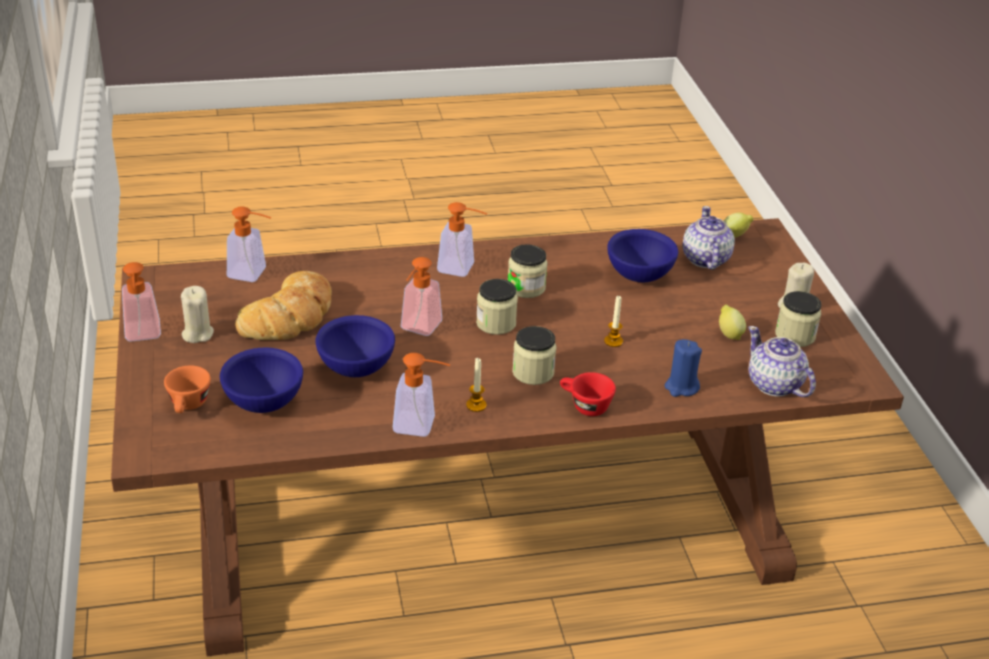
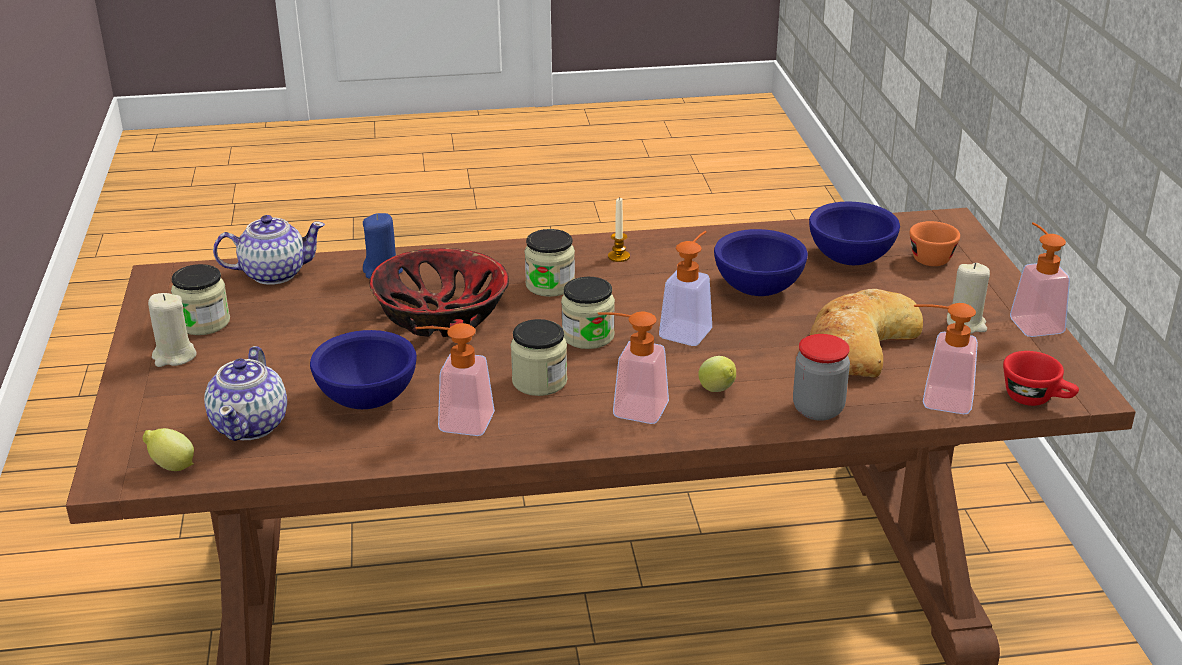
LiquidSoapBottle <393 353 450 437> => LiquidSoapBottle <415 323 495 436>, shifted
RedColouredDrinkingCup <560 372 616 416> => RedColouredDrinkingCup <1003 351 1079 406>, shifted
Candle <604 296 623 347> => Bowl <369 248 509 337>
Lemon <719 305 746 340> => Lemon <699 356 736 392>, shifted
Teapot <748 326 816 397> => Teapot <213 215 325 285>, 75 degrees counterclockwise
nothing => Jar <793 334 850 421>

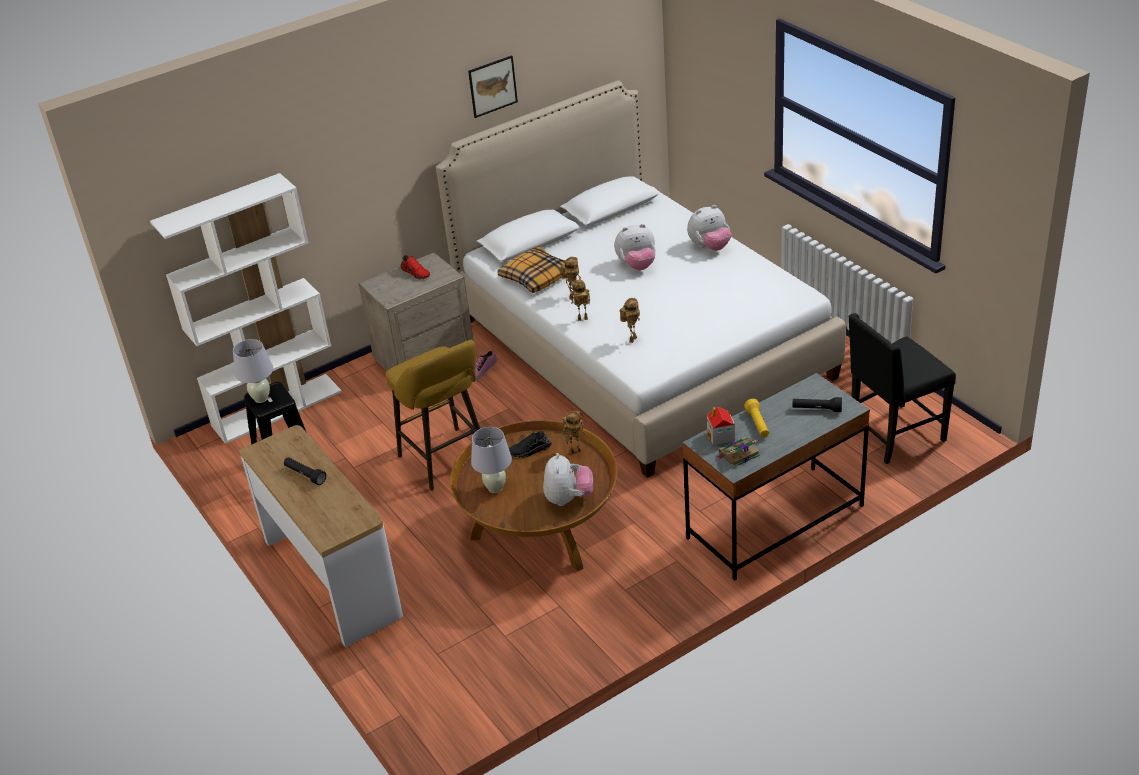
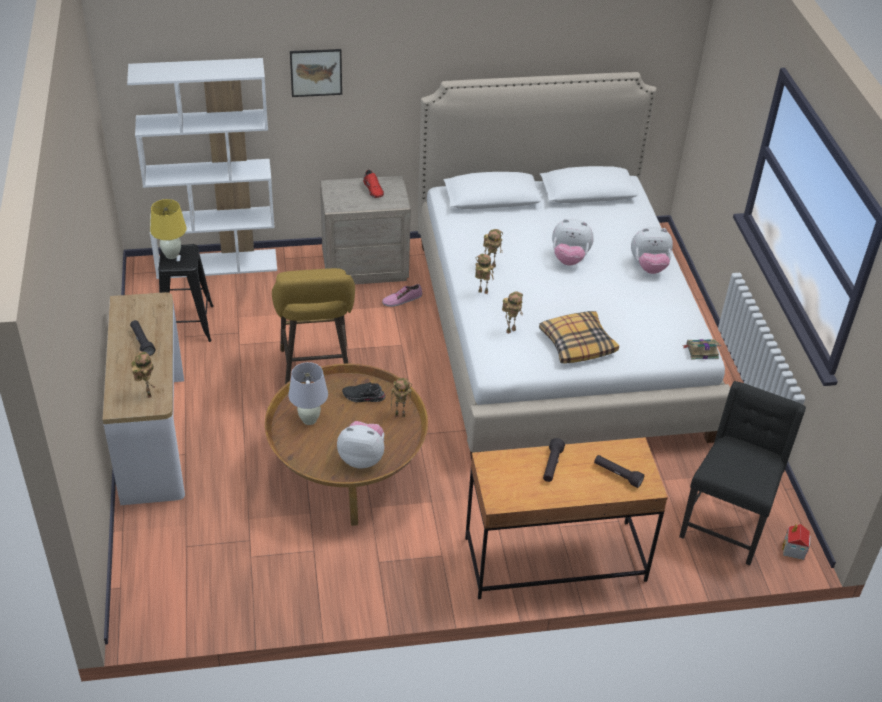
WhitishTabletopLamp <233 339 273 403> => YellowTabletopLamp <150 199 187 259>
WallArt <468 55 518 118> => WallArt <290 49 342 97>, shifted
Cushion <497 246 566 293> => Cushion <539 311 619 364>, shifted
SoftToy <543 453 593 506> => SoftToy <337 421 384 469>, 105 degrees counterclockwise
GreyishDesk <683 373 870 581> => BrownDesk <465 437 668 599>
ModelHouse <707 407 735 445> => ModelHouse <782 524 810 560>, shifted
Book <718 437 760 467> => Book <683 339 721 359>, shifted
YellowHandTorch <744 399 769 437> => BlackColouredHandTorch <543 438 565 482>
BlackColouredPlainChair <848 313 956 464> => BlackColouredPlainChair <679 381 806 565>, 120 degrees clockwise
nothing => ModelRobot <131 351 156 398>

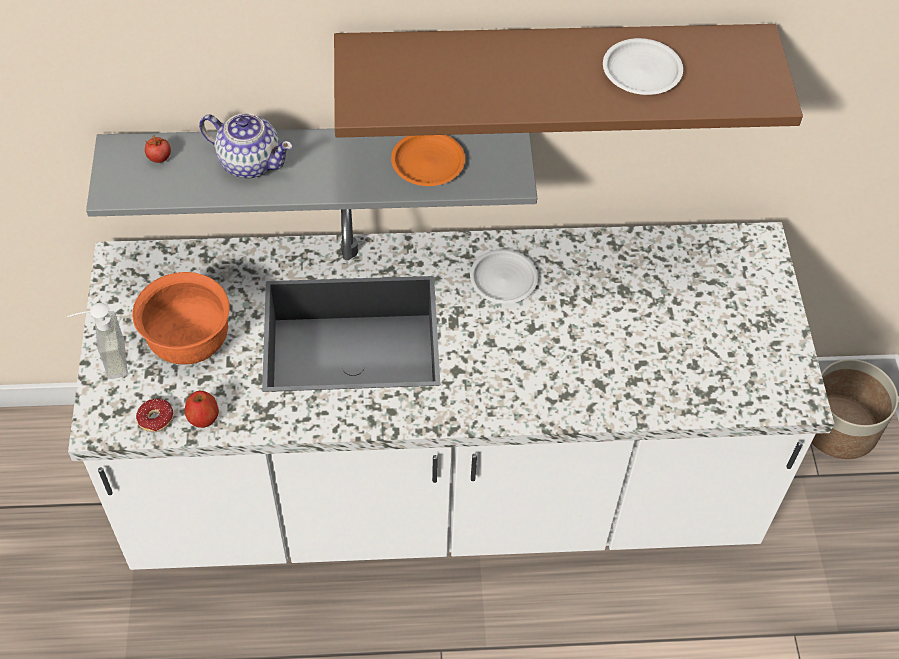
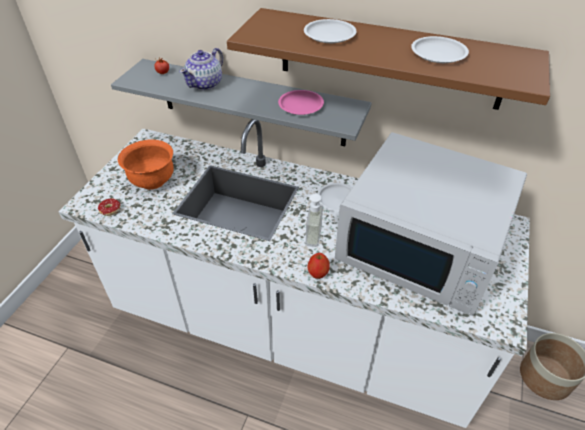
LiquidSoapBottle <67 303 128 379> => LiquidSoapBottle <295 194 323 247>, shifted
AppleFruit <185 391 219 428> => AppleFruit <308 253 330 279>, shifted
Teapot <199 114 293 178> => Teapot <180 48 223 90>, 75 degrees clockwise
OrangeFlatDish <391 135 465 186> => PinkColouredFlatDish <278 90 324 115>
nothing => WhitishFlatDish <304 19 356 43>
nothing => WhitishMicrowave <335 132 527 316>

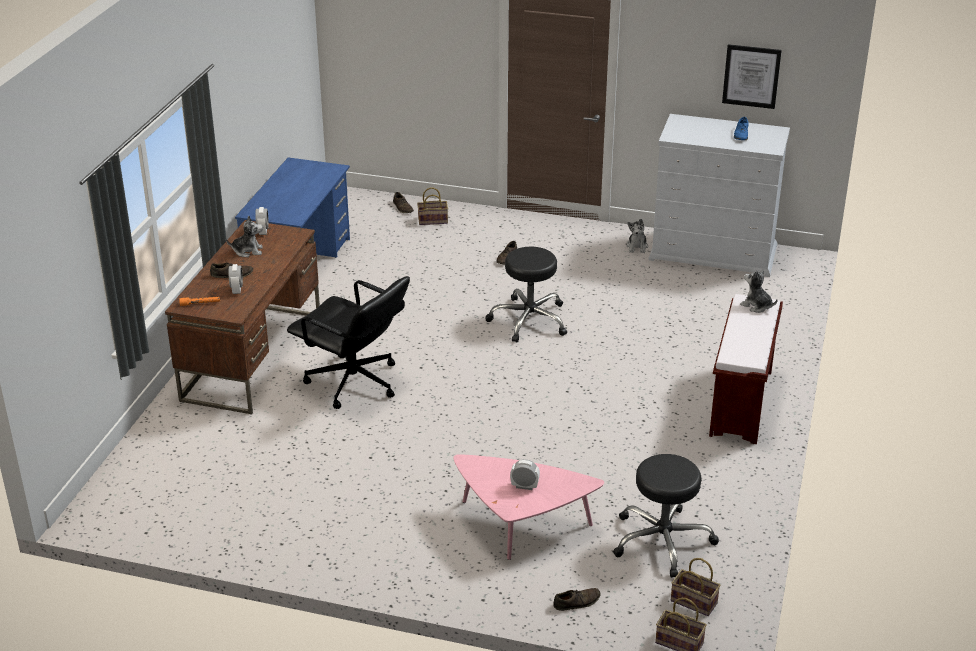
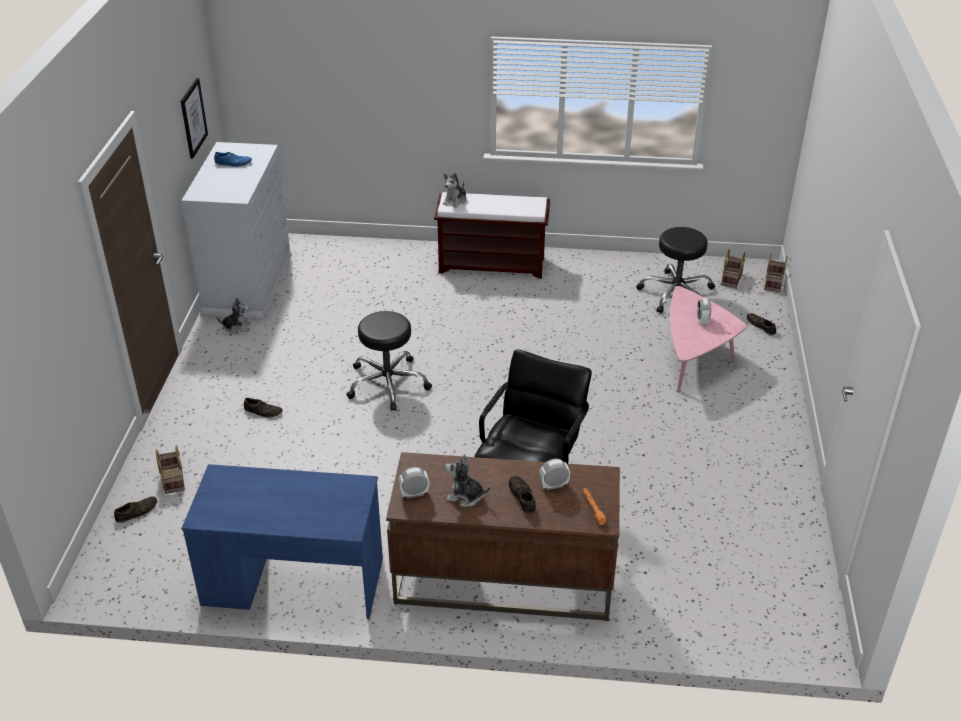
SoftToy <226 215 263 257> => SoftToy <445 454 490 507>, 60 degrees counterclockwise

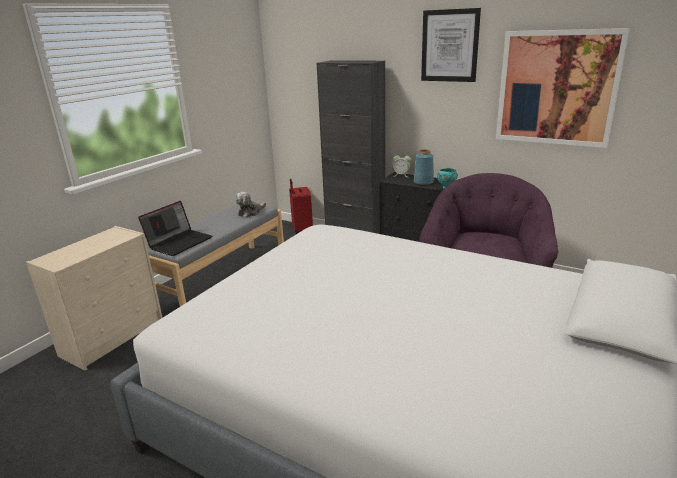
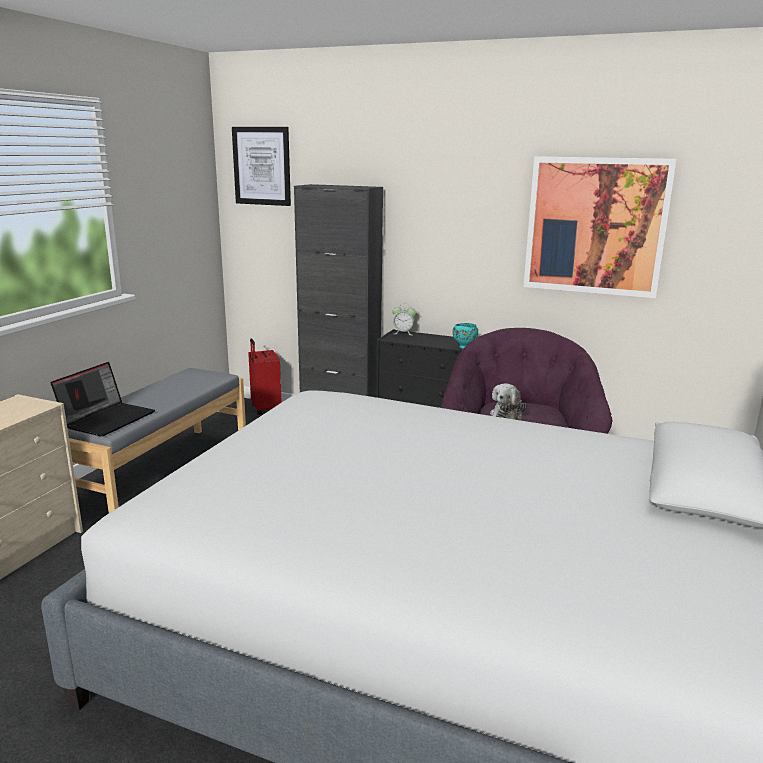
SoftToy <236 192 266 218> => SoftToy <490 383 526 421>, shifted
BlueColouredVase <414 149 434 185> => nothing
WallArt <421 8 481 82> => WallArt <232 127 291 206>, shifted

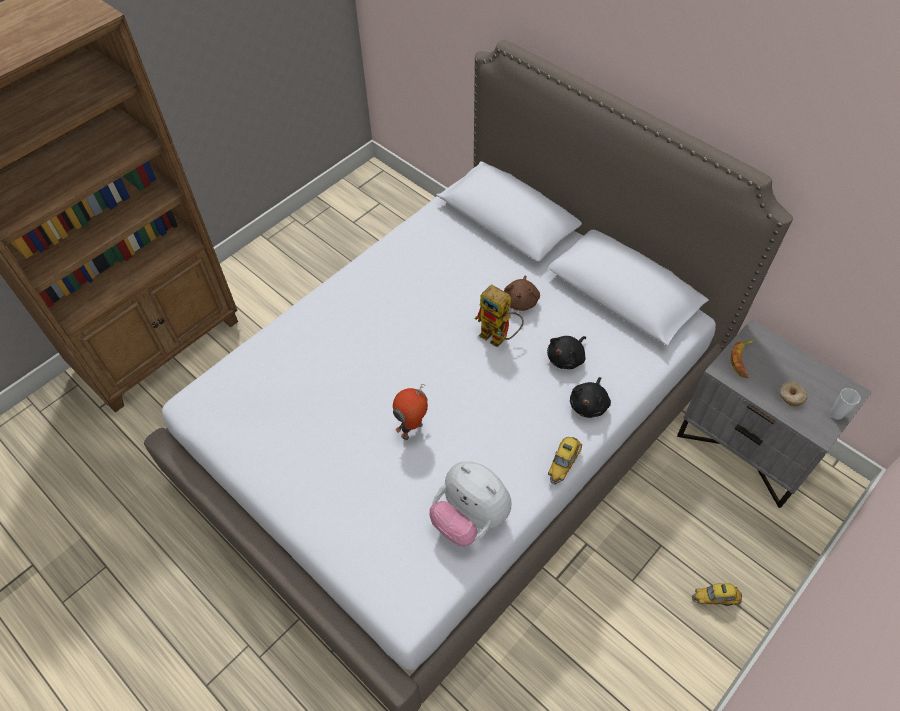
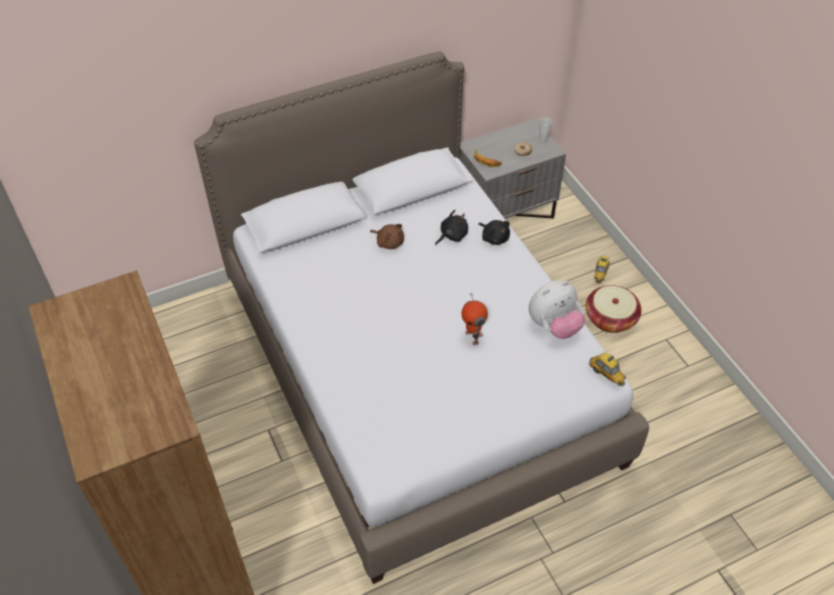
ModelRobot <475 285 524 348> => nothing
BlackColouredSoftToy <547 336 586 369> => BlackColouredSoftToy <435 210 468 245>, 105 degrees counterclockwise
MiniatureCar <548 437 582 485> => MiniatureCar <589 353 626 386>, shifted
nothing => HouseholdBasket <586 285 642 333>

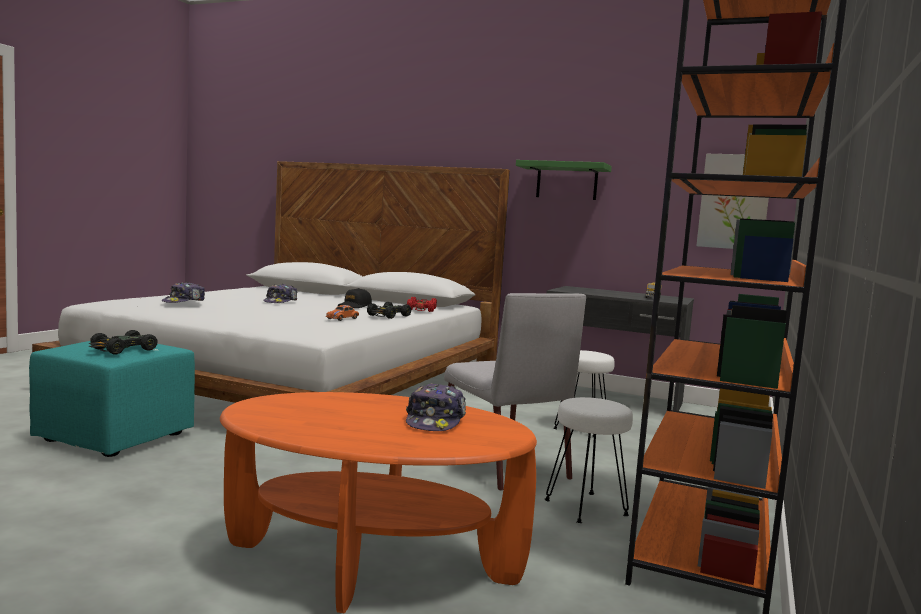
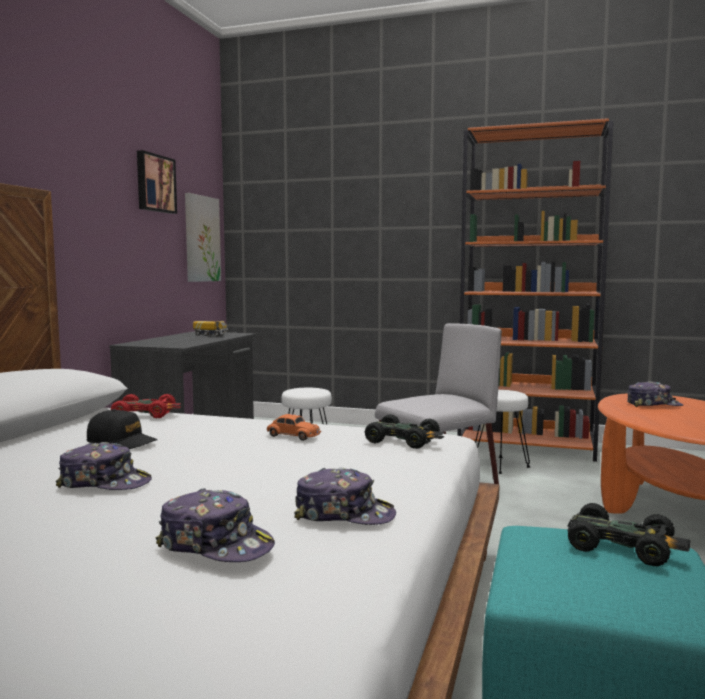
BlackColouredMiniatureCar <367 302 412 319> => BlackColouredMiniatureCar <365 414 444 449>, shifted
GreenishShelf <516 160 612 200> => nothing
nothing => WallArt <137 150 177 214>
nothing => PeakedCap <294 468 396 525>

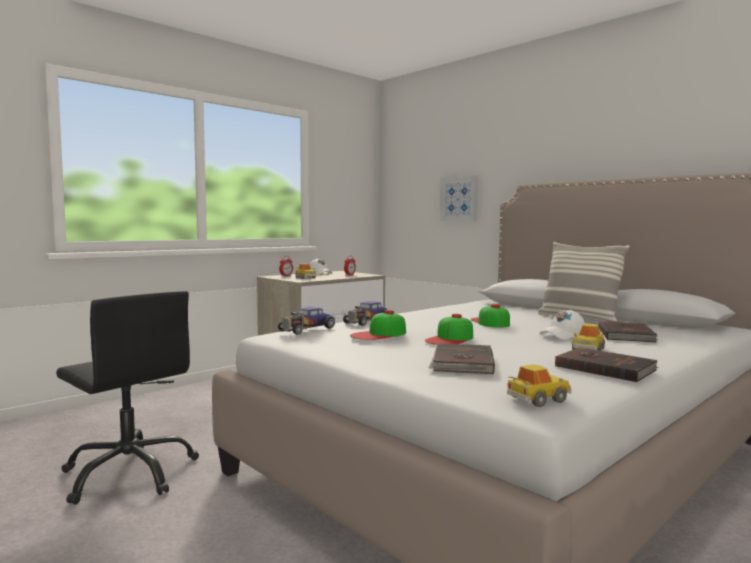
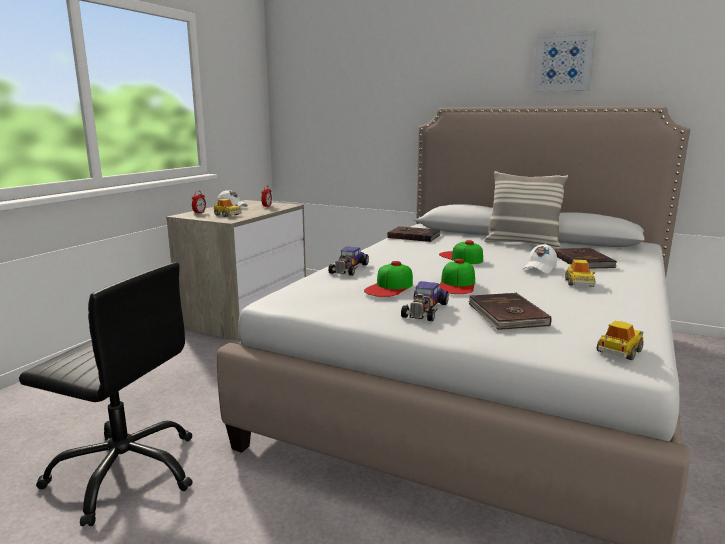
MiniatureCar <278 306 335 335> => MiniatureCar <401 281 449 321>, shifted
WallArt <440 175 478 221> => WallArt <532 31 596 92>, shifted
BrownBook <555 347 659 382> => BrownBook <388 226 441 242>, shifted

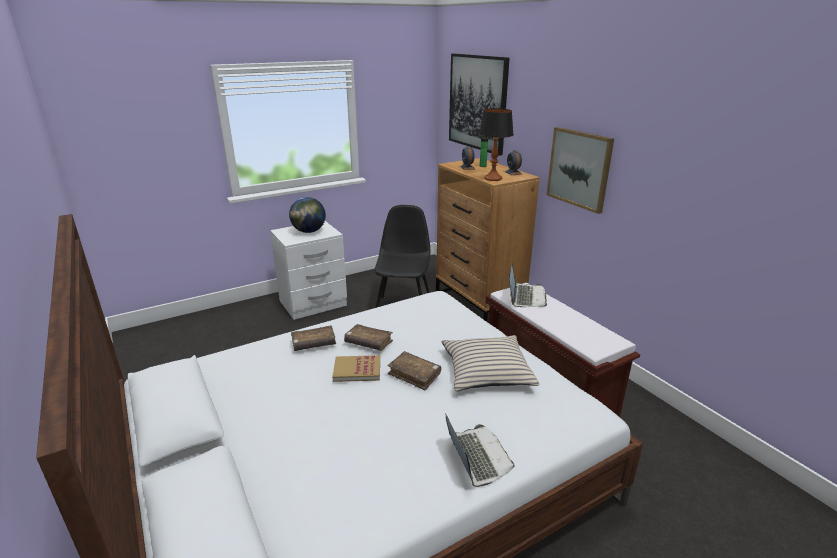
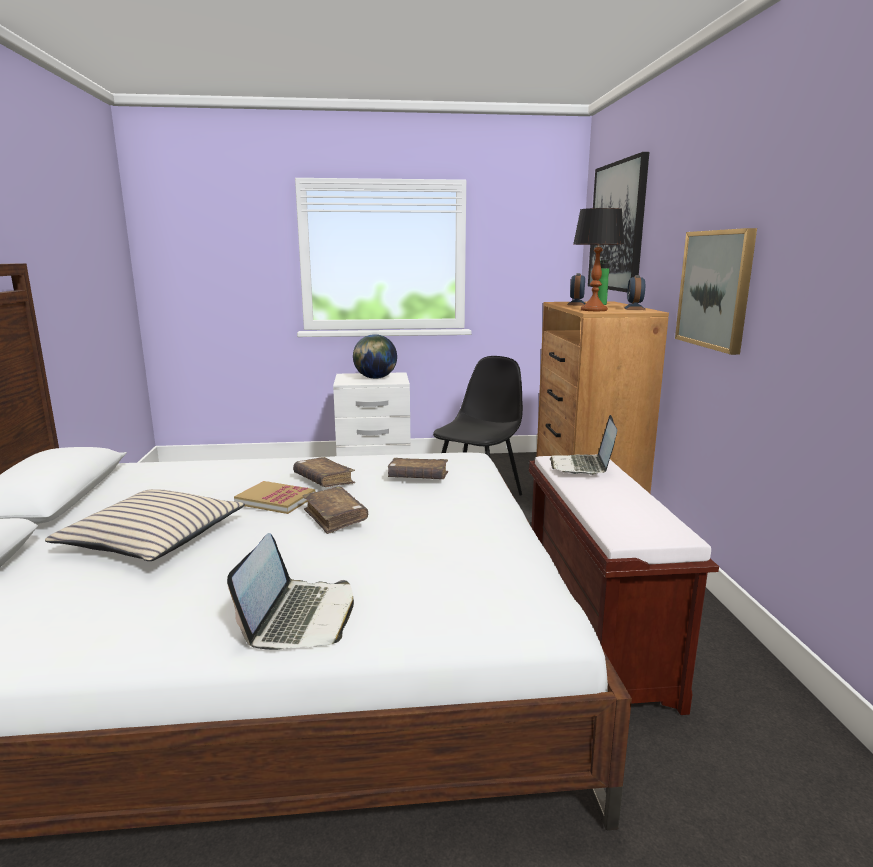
BrownBook <291 325 336 351> => BrownBook <388 458 448 479>, shifted
SandColouredCushion <442 335 539 391> => SandColouredCushion <45 489 245 561>, shifted
Laptop <509 264 547 307> => Laptop <549 415 617 475>, 150 degrees clockwise

